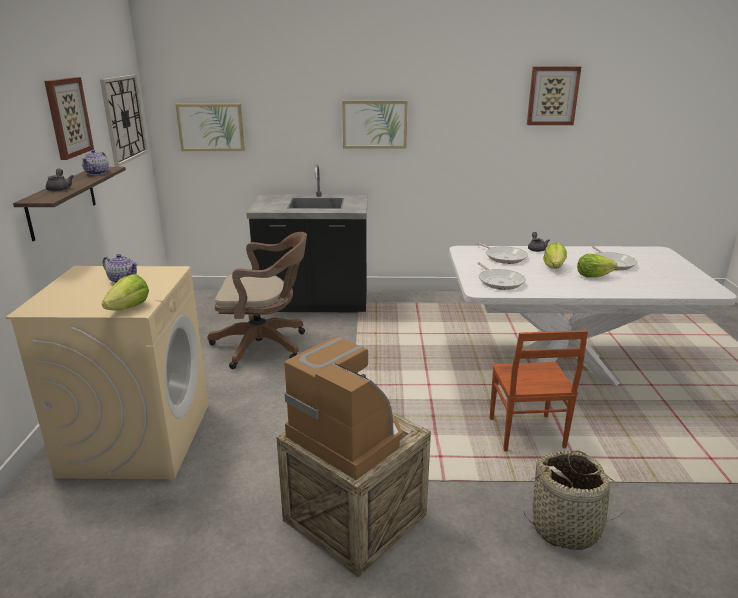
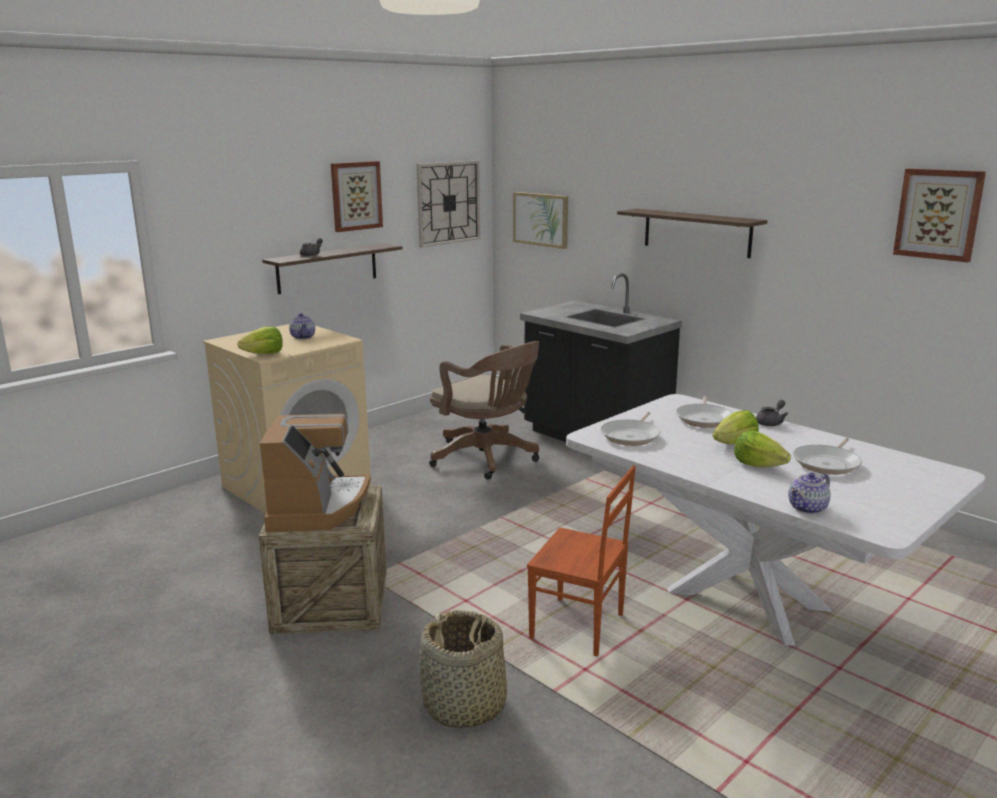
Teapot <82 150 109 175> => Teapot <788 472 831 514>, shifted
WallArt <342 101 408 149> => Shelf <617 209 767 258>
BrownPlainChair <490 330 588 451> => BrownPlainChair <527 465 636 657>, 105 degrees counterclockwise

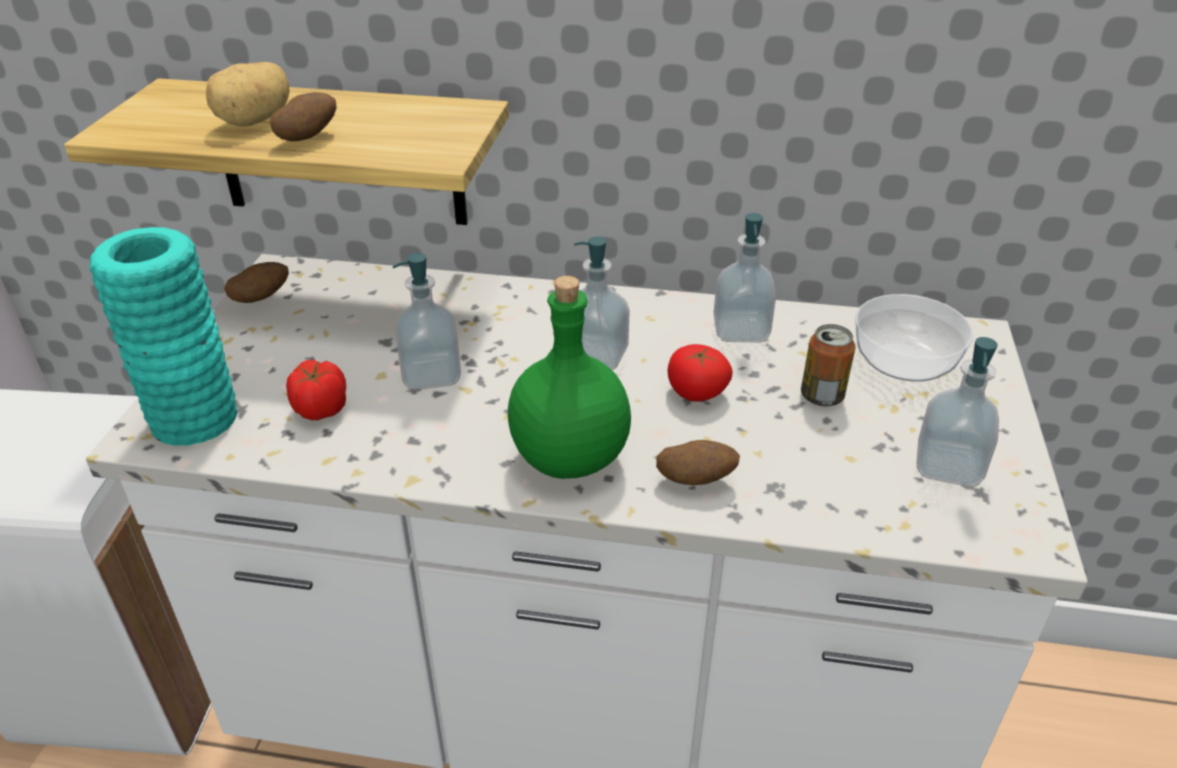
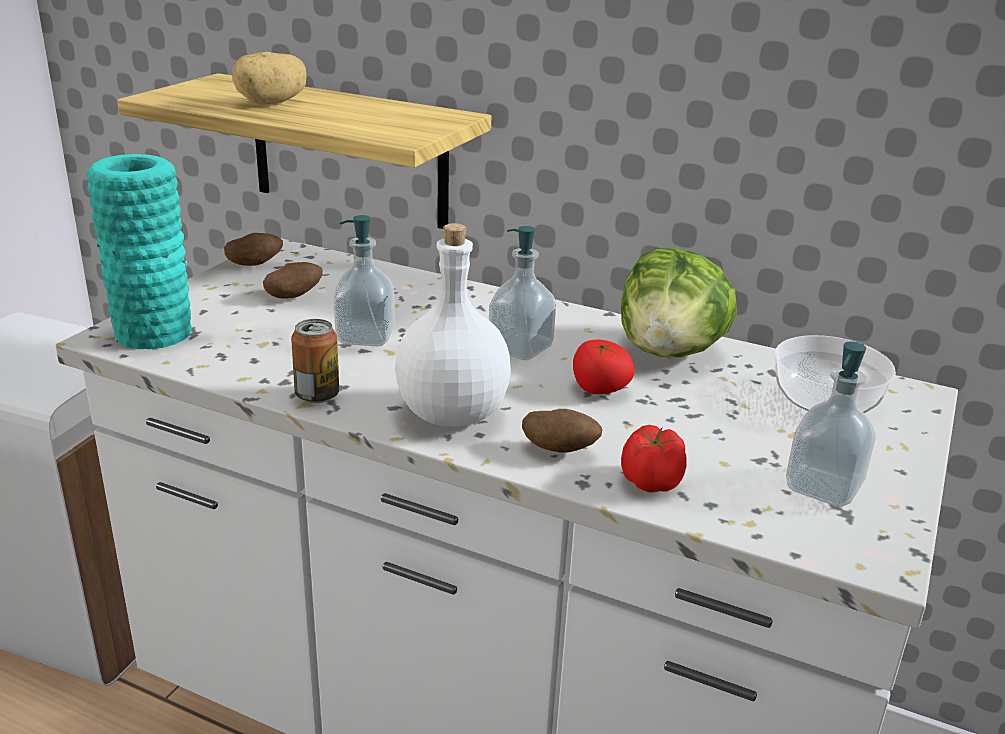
Spud <270 92 337 141> => Spud <263 262 323 299>, shifted
WholeTomato <286 360 346 420> => WholeTomato <621 425 687 492>, shifted
GreenishDrinkBottle <508 276 631 479> => WhitishDrinkBottle <395 223 511 426>
LiquidSoapBottle <714 213 776 342> => Lettuce <621 248 737 357>
Can <801 324 855 407> => Can <291 319 339 403>, shifted

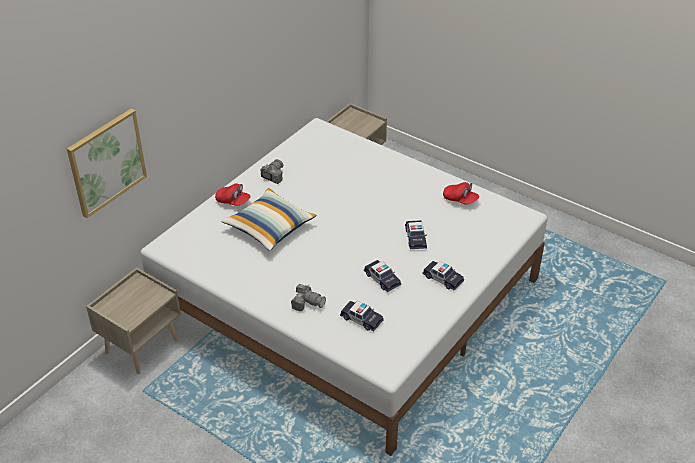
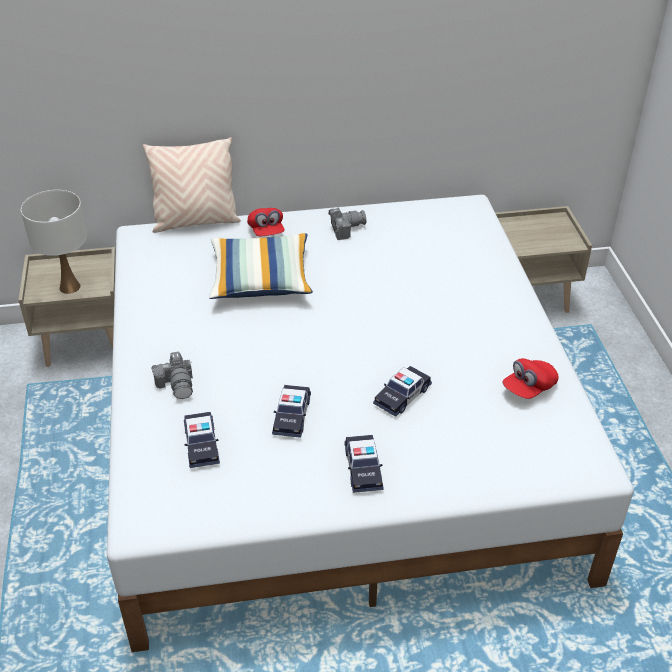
WallArt <67 109 147 218> => nothing
RedColouredPeakedCap <443 182 479 205> => RedColouredPeakedCap <503 358 558 399>, 60 degrees clockwise
nothing => WhitishTabletopLamp <21 190 87 294>
nothing => SandColouredCushion <143 137 241 233>

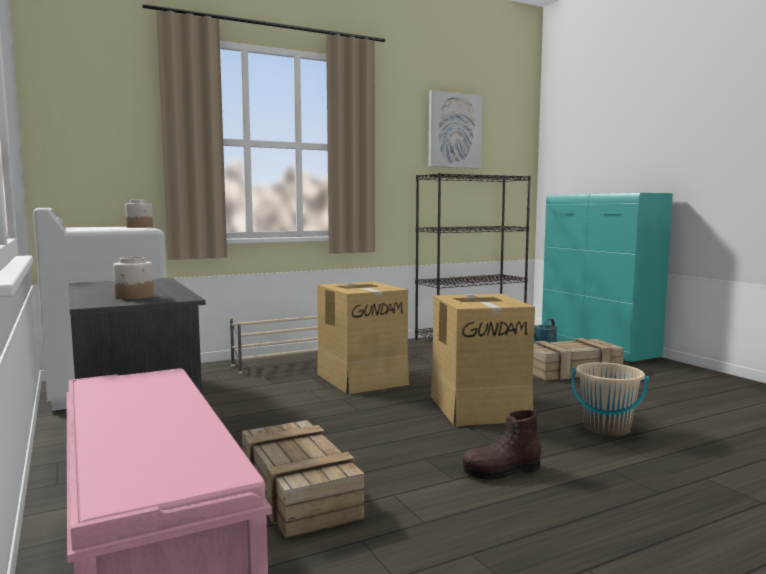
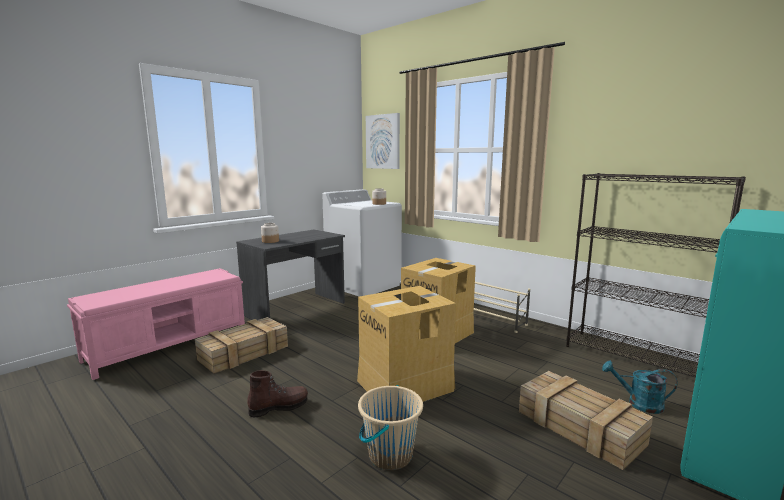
WallArt <429 90 483 168> => WallArt <366 113 400 169>, shifted
BrownTallBoot <463 410 541 480> => BrownTallBoot <247 370 308 418>, 105 degrees clockwise

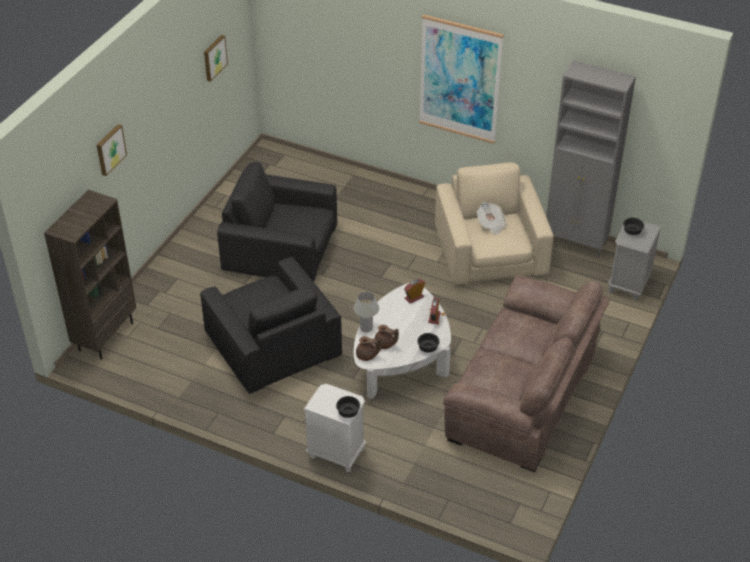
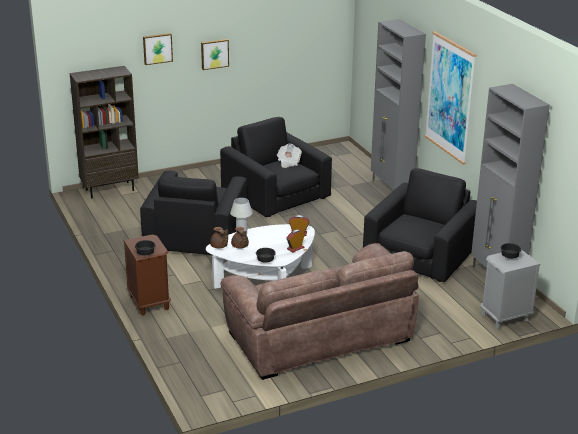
WallArt <204 35 228 82> => WallArt <201 39 229 70>, shifted
WhitishNightTable <304 384 366 472> => BrownNightTable <124 235 171 316>
SandColouredEasyChair <435 162 554 285> => BlackColouredEasyChair <363 168 477 282>
DailyPaper <476 202 507 235> => DailyPaper <277 144 302 168>, shifted
nothing => GreyishStorageCabinet <371 19 426 190>

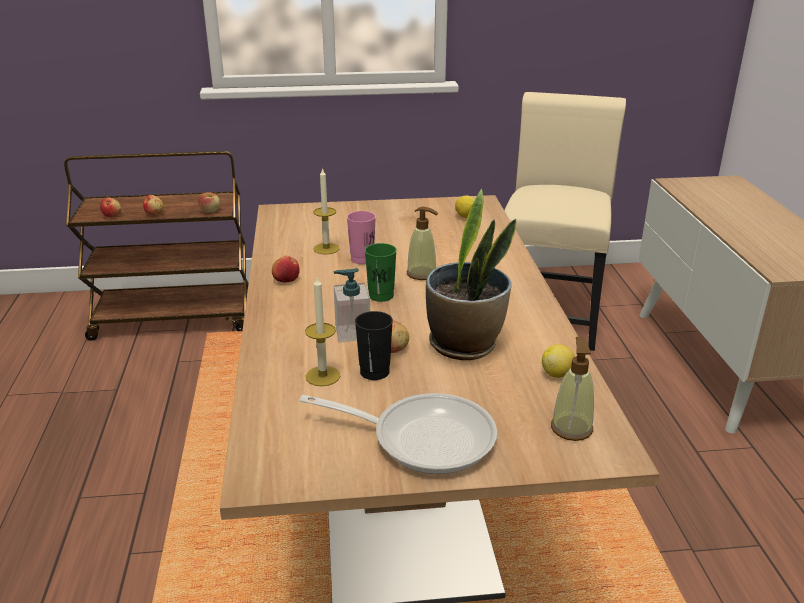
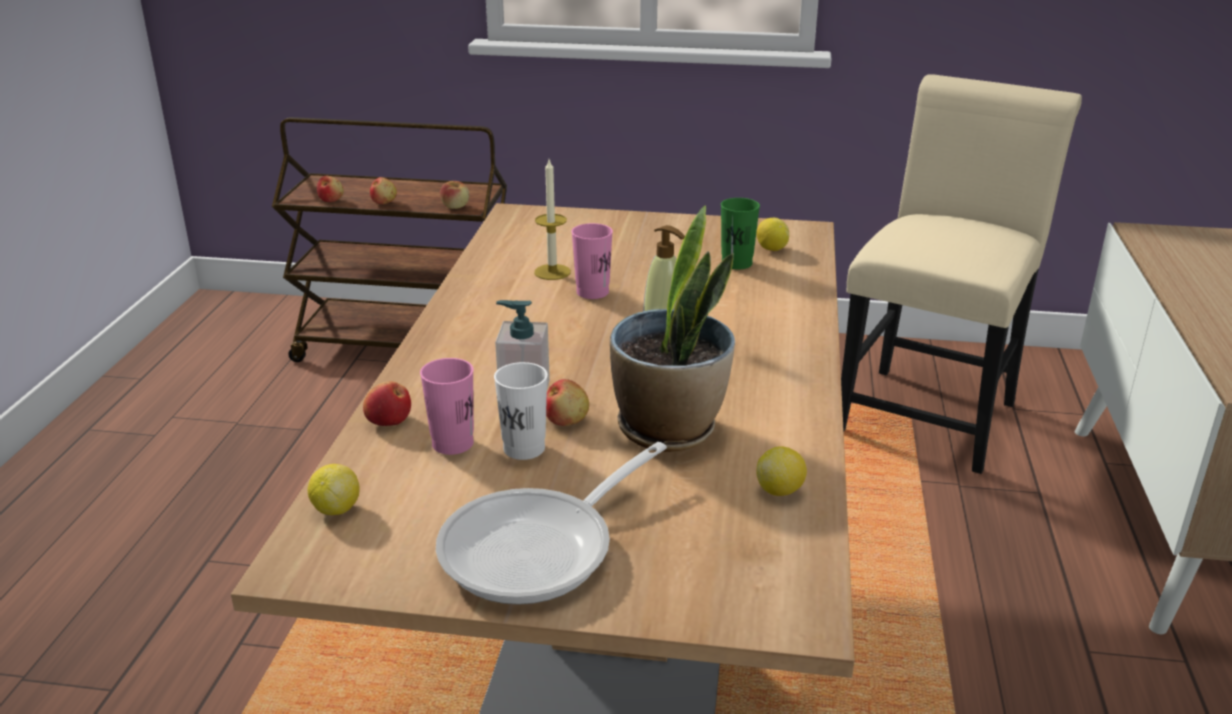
AppleFruit <272 255 300 282> => AppleFruit <363 381 411 426>, shifted
Pan <300 393 497 474> => Pan <436 442 667 605>, 105 degrees clockwise
Candle <305 275 340 386> => PinkColouredDrinkingCup <420 358 474 455>
BlackColouredDrinkingCup <355 311 393 380> => WhitishDrinkingCup <494 362 548 460>
GreenishDrinkingCup <365 243 397 302> => GreenishDrinkingCup <721 198 760 270>, shifted
LiquidSoapBottle <551 337 594 441> => nothing
nothing => Lemon <308 464 360 515>

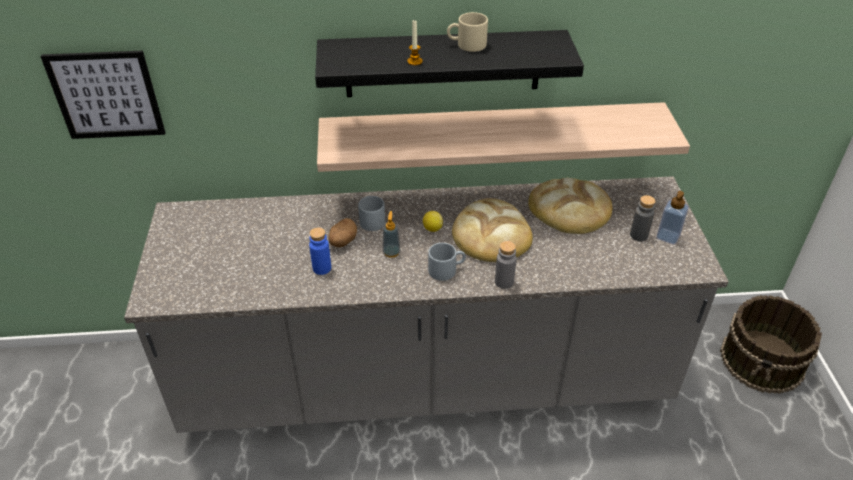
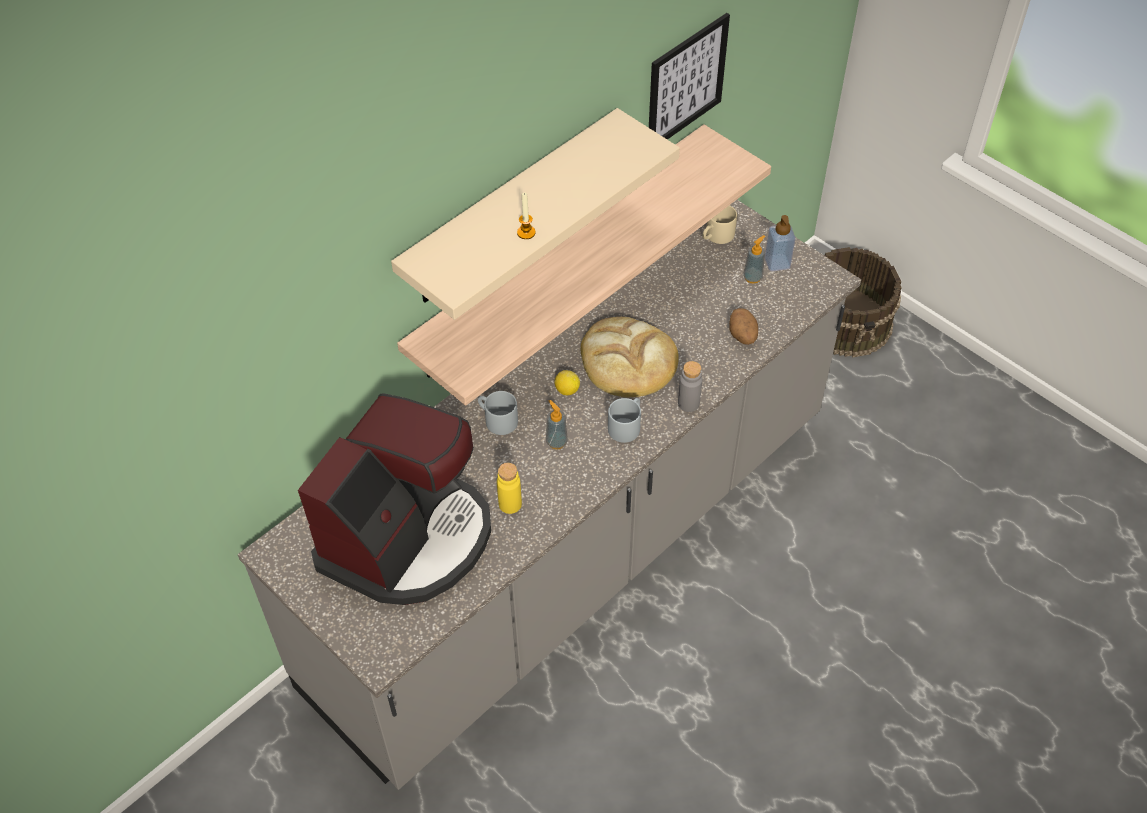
WallArt <40 51 166 139> => WallArt <649 13 730 140>, shifted
BlueColouredDrinkBottle <309 227 331 275> => YellowDrinkBottle <497 463 522 514>
BlackColouredShelf <315 30 584 97> => SandColouredShelf <391 108 680 320>
Spud <328 218 357 248> => Spud <729 308 758 345>, shifted
SandColouredCoffeeMug <447 12 488 52> => SandColouredCoffeeMug <702 205 737 244>, shifted
BakeryBread <528 178 612 234> => nothing
GreyishDrinkBottle <630 195 656 241> => LiquidSoapBottle <743 235 765 284>
nothing => CoffeeBrewer <298 393 491 605>

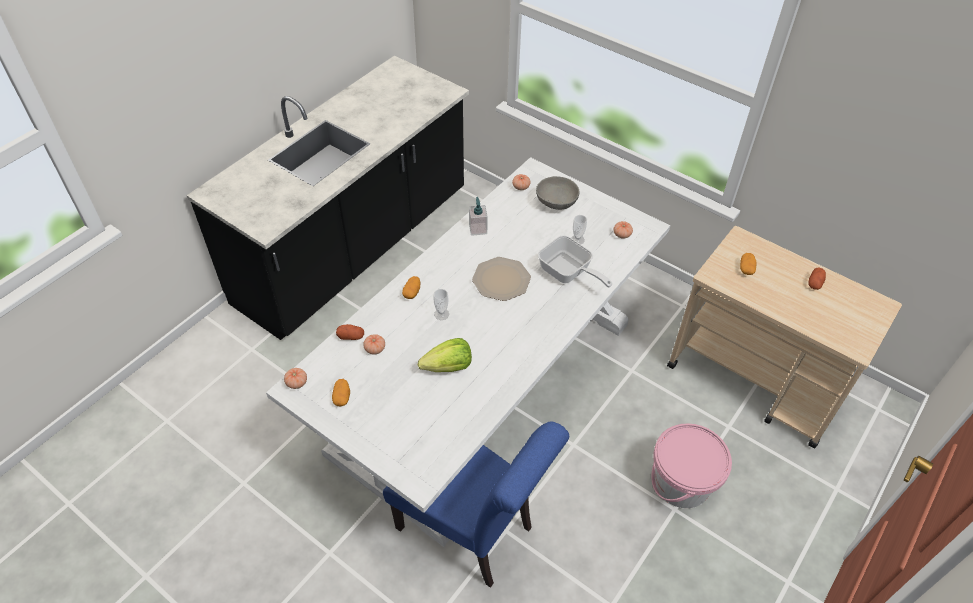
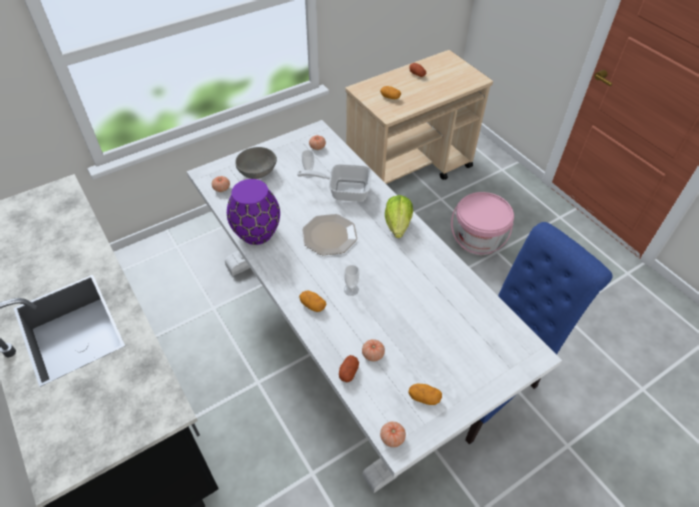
Lettuce <418 338 472 372> => Lettuce <385 195 413 238>, shifted
LiquidSoapBottle <469 197 488 236> => PurpleColouredVase <227 179 280 245>
Pan <538 235 612 288> => Pan <297 164 372 202>, 150 degrees counterclockwise

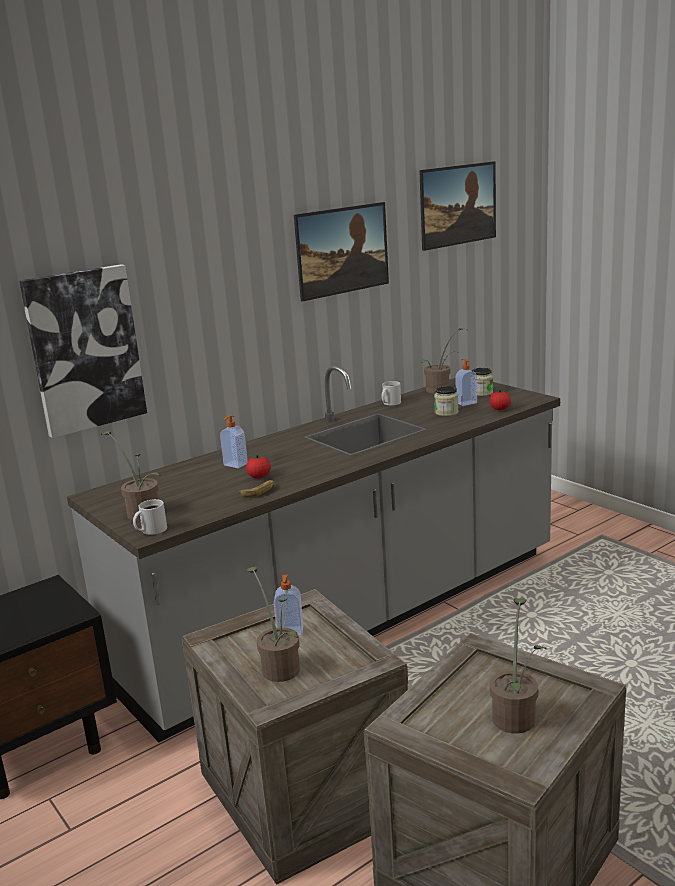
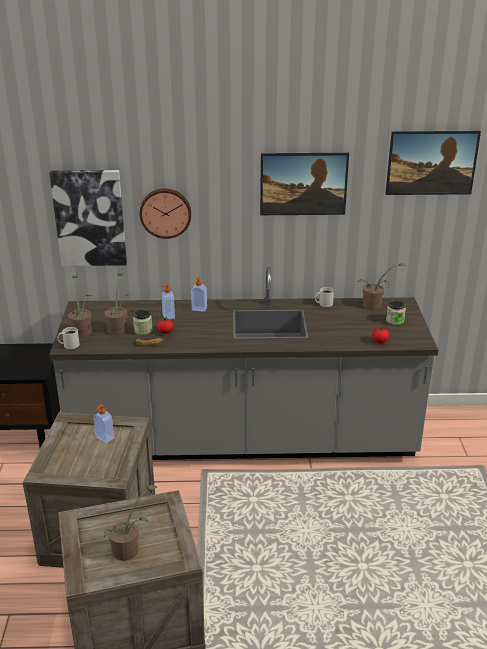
PlantInAPot <246 567 300 682> => PlantInAPot <104 273 132 335>, shifted
Jar <434 386 459 416> => Jar <133 309 153 335>, shifted
LiquidSoapBottle <455 359 477 406> => LiquidSoapBottle <191 276 207 312>, shifted
nothing => ClockOnTheWall <140 188 191 239>

